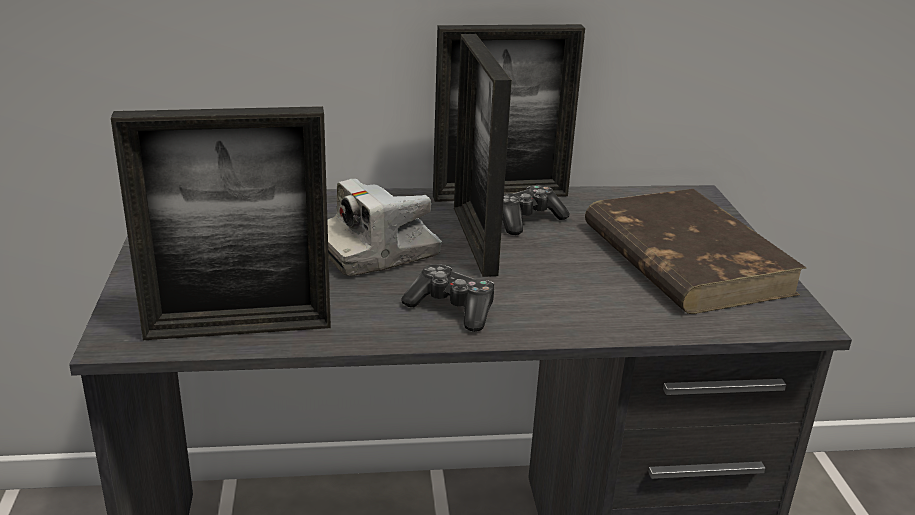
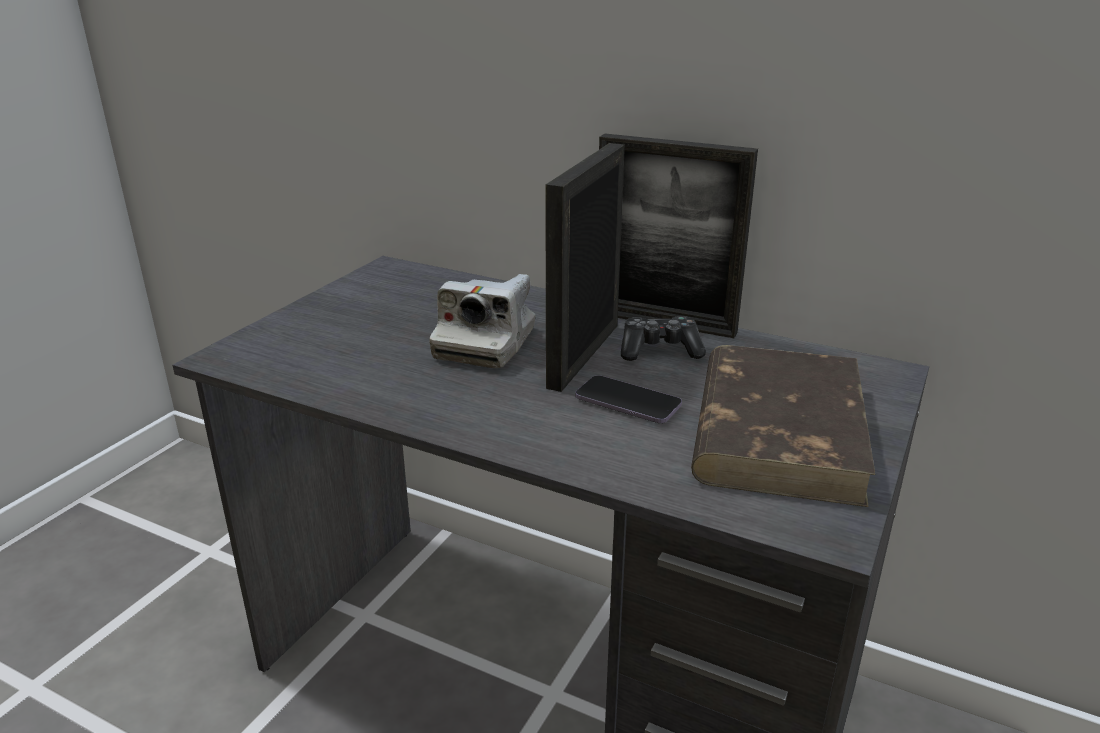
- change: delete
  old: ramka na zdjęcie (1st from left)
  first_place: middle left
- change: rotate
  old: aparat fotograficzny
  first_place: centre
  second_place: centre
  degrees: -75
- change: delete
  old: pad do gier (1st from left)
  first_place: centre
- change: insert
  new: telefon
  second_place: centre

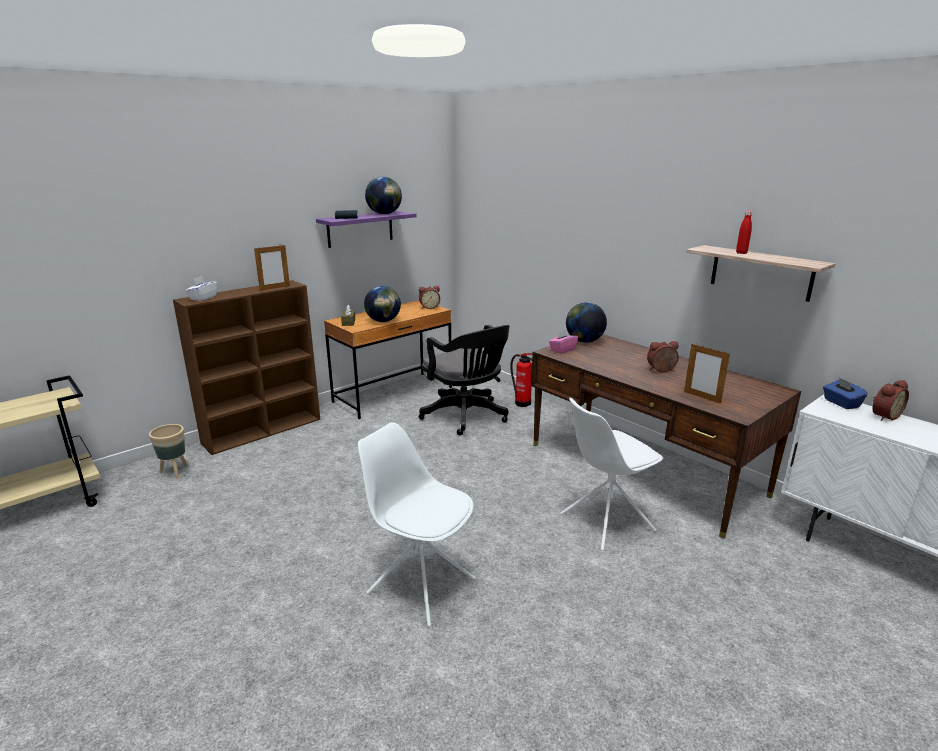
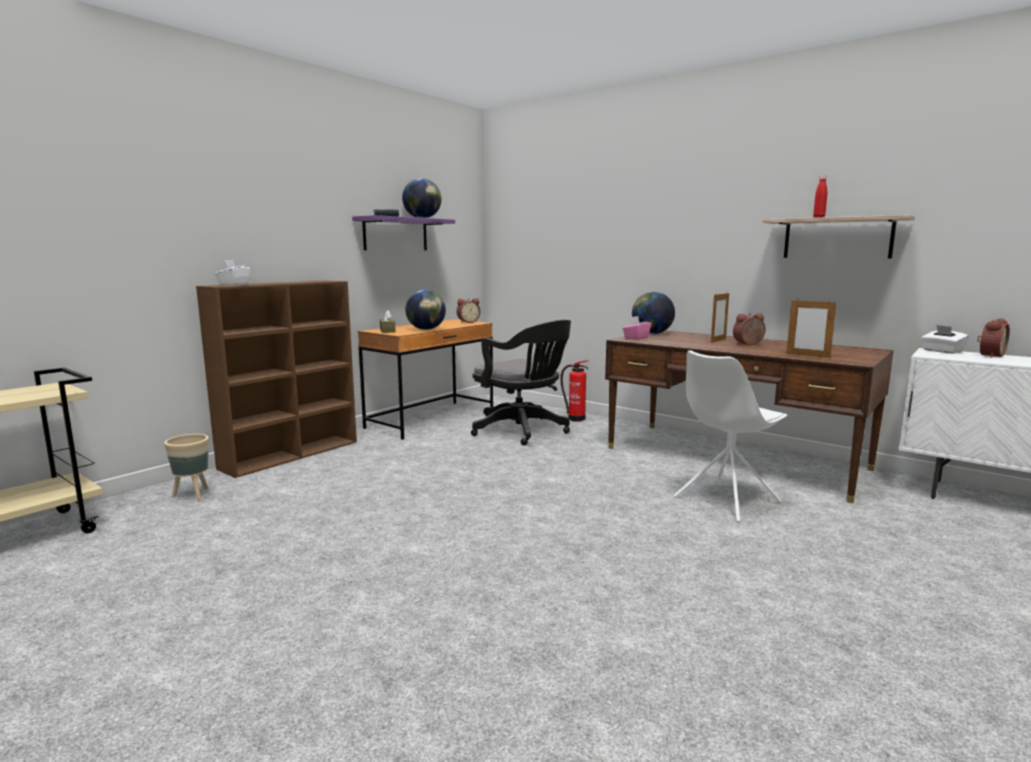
- change: move
  old: ramka na zdjęcie (1st from left)
  first_place: middle left
  second_place: middle right
- change: recolor
  old: pudełko chusteczek (niebieski)
  new: pudełko chusteczek (biały) (2nd from left)
  first_place: middle right
  second_place: middle right
- change: delete
  old: krzesło (biały) (1st from left)
  first_place: bottom centre

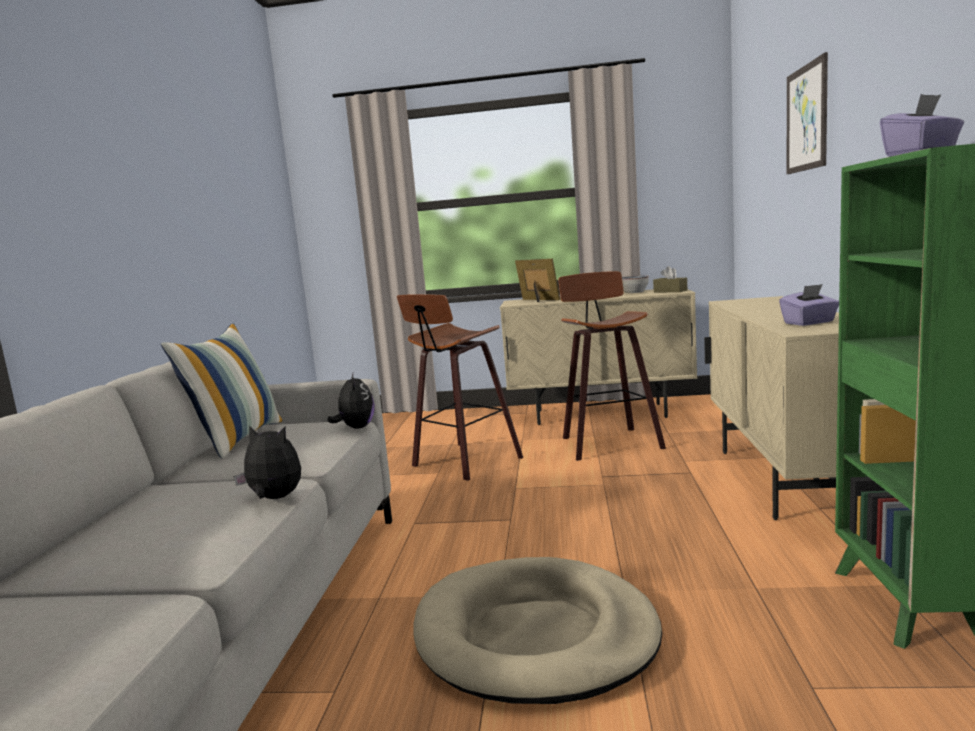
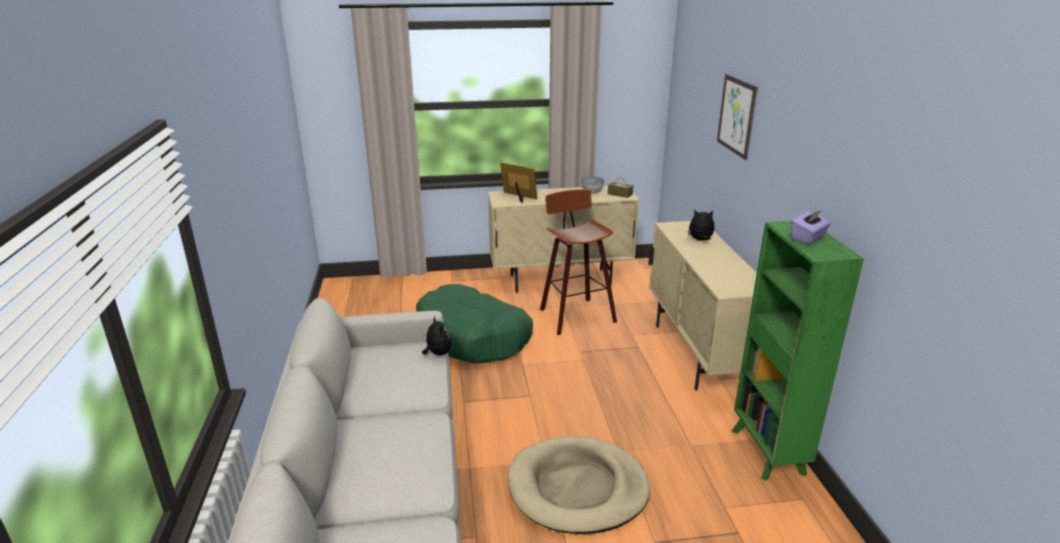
- change: delete
  old: pudełko chusteczek (fioletowy) (1st from left)
  first_place: middle right
- change: replace
  old: stołek (1st from left)
  new: legowisko (zielony)
  first_place: centre
  second_place: centre
- change: delete
  old: poduszka
  first_place: middle left
- change: move
  old: pluszak (1st from left in the first image)
  new: pluszak (2nd from left)
  first_place: middle left
  second_place: centre

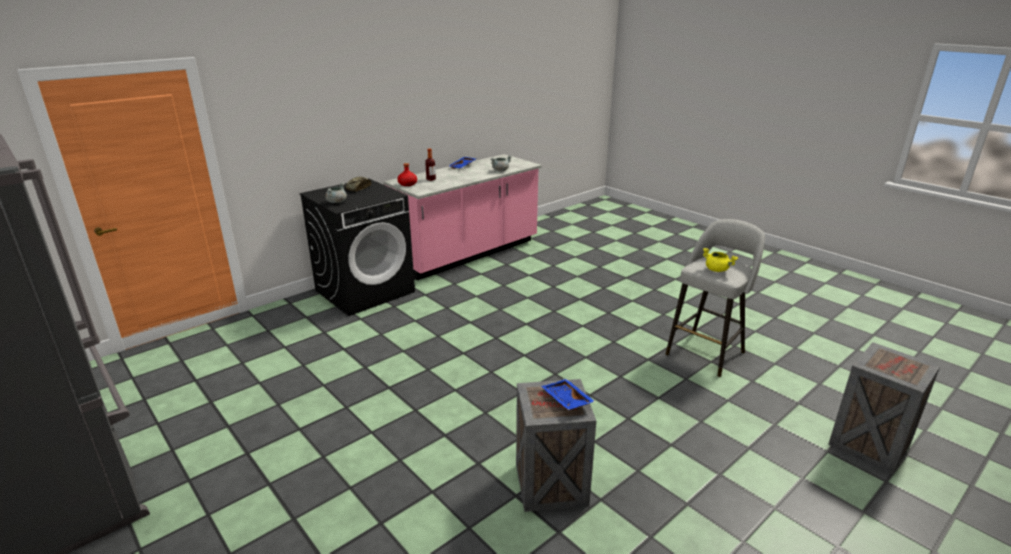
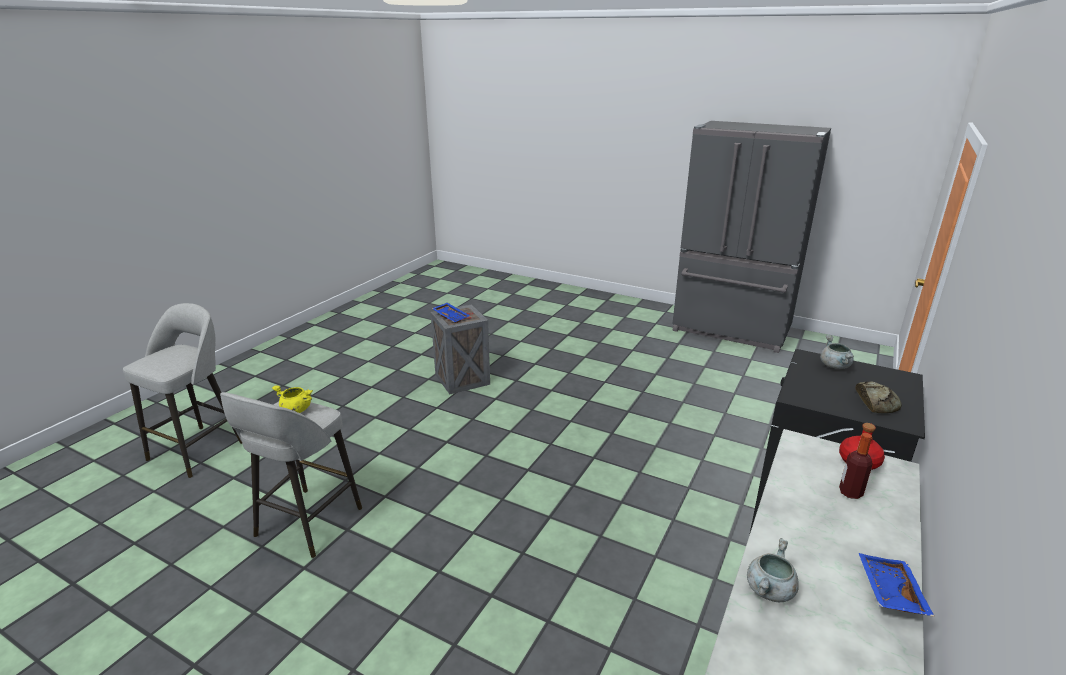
- change: replace
  old: skrzynka (2nd from left)
  new: stołek (szary) (1st from left)
  first_place: bottom right
  second_place: middle left

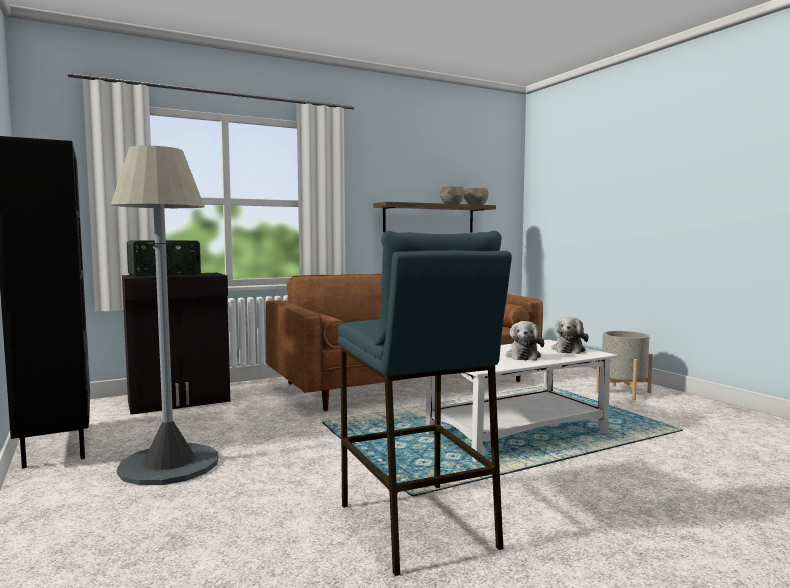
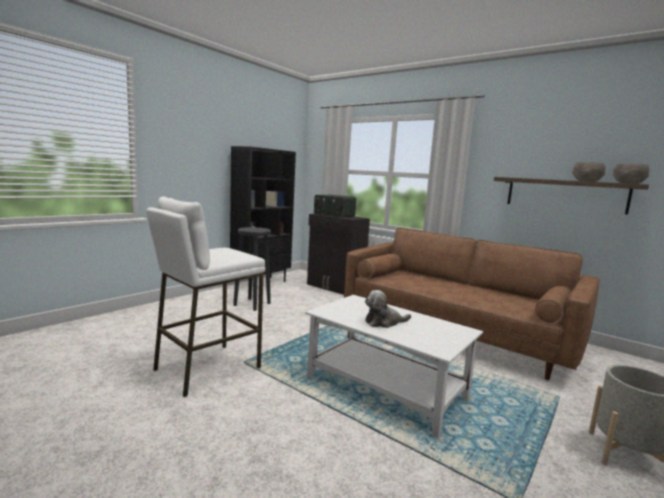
- change: replace
  old: lampa stojąca (szary)
  new: stołek (czarny)
  first_place: middle left
  second_place: centre
- change: recolor
  old: stołek (niebieski)
  new: stołek (biały)
  first_place: bottom centre
  second_place: middle left
- change: delete
  old: pluszak (2nd from left)
  first_place: middle right

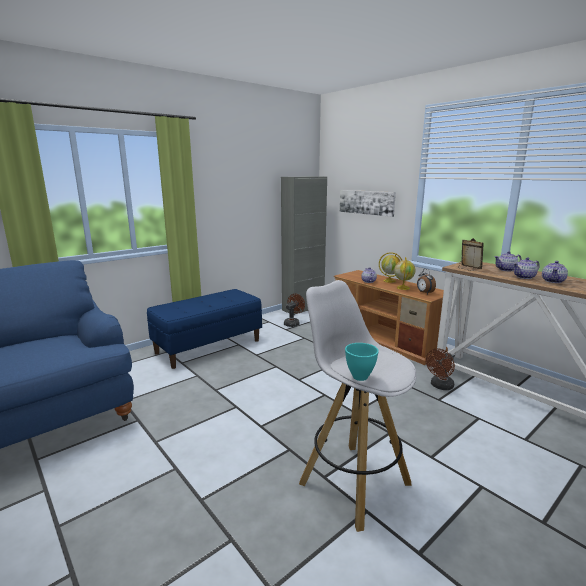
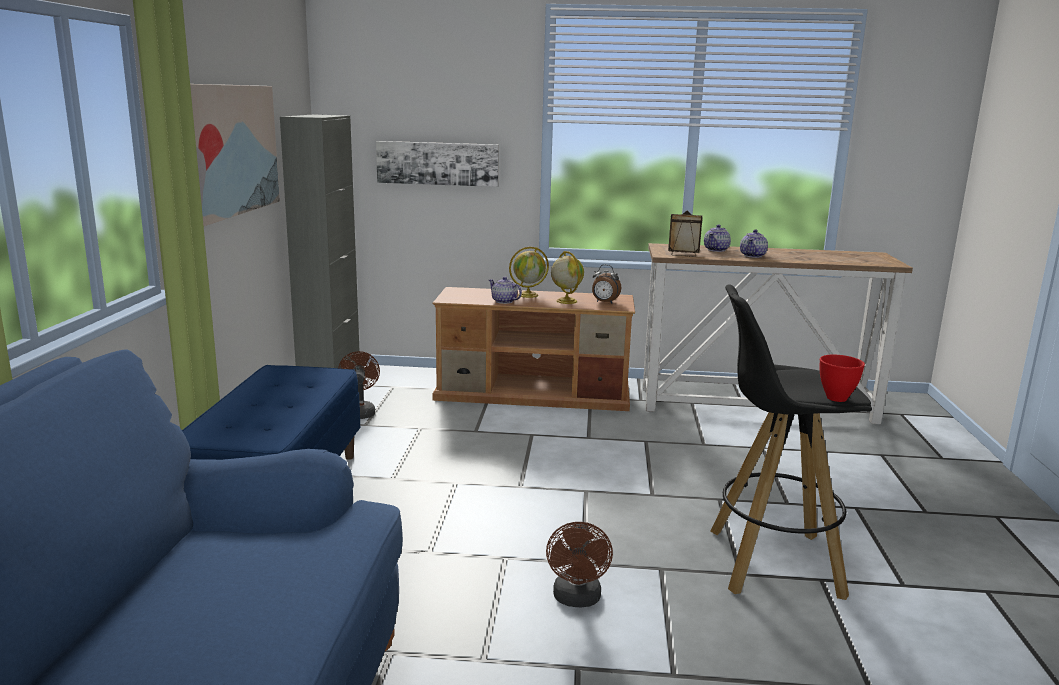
- change: delete
  old: imbryk (4th from left)
  first_place: middle right
- change: recolor
  old: stołek (biały)
  new: stołek (czarny)
  first_place: bottom centre
  second_place: middle right
- change: recolor
  old: miska (turkusowy)
  new: miska (czerwony)
  first_place: centre
  second_place: middle right
- change: move
  old: wentylator (brązowy) (2nd from left)
  first_place: middle right
  second_place: bottom centre
- change: insert
  new: obraz (1st from left)
  second_place: top left

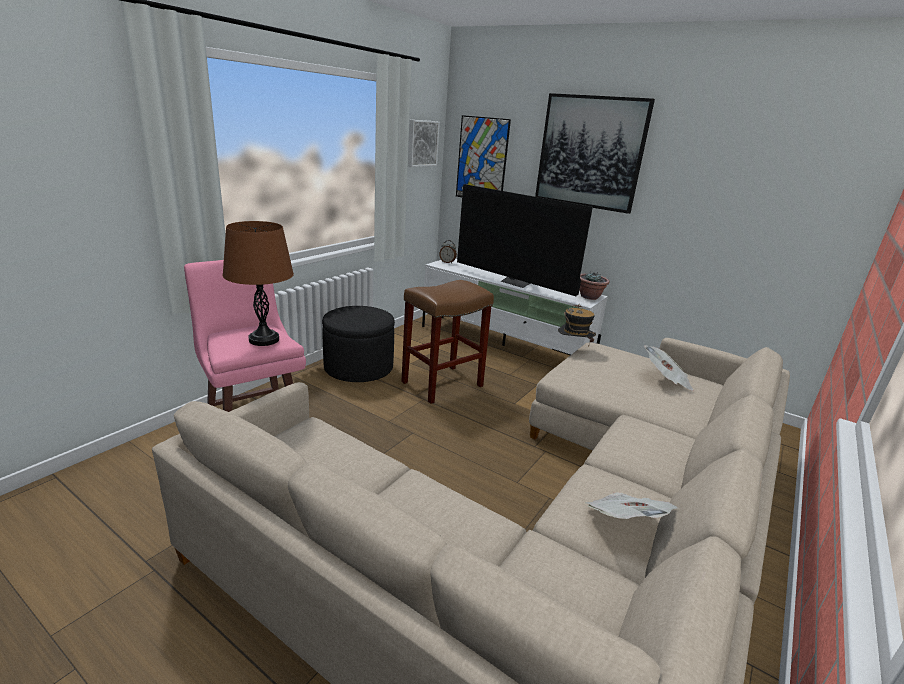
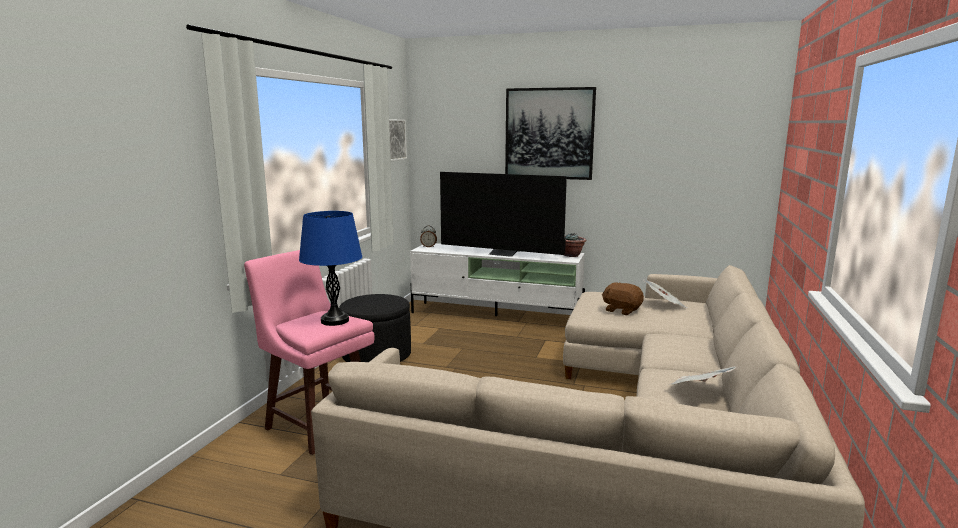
- change: delete
  old: obraz (2nd from left)
  first_place: top centre
- change: recolor
  old: lampa stołowa (brązowy)
  new: lampa stołowa (niebieski)
  first_place: middle left
  second_place: centre
- change: delete
  old: stołek (brązowy)
  first_place: centre
- change: delete
  old: kapelusz
  first_place: centre
- change: insert
  new: pluszak (brązowy)
  second_place: centre

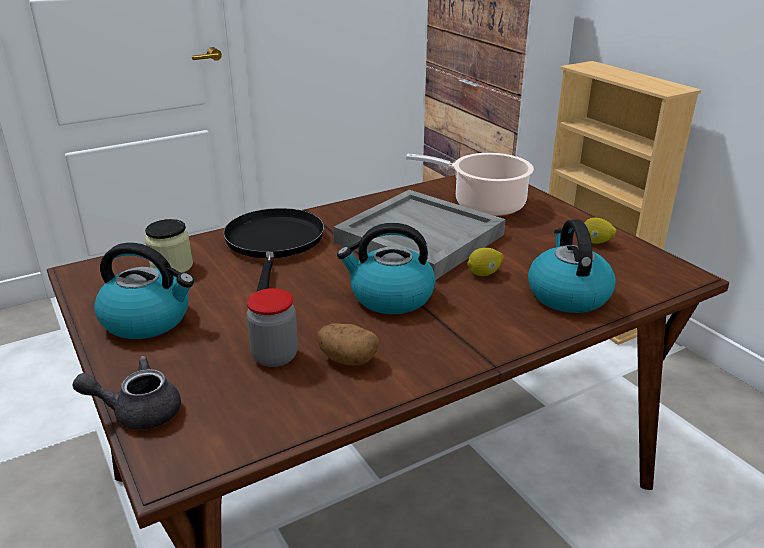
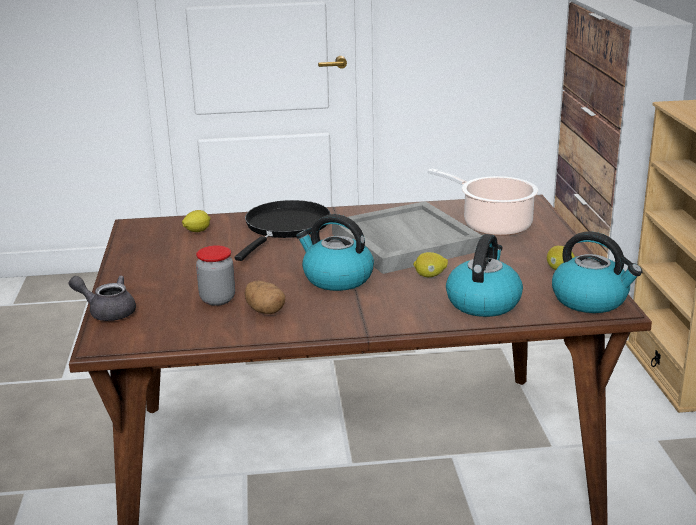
- change: replace
  old: słoik (1st from left)
  new: cytryna (1st from left)
  first_place: middle left
  second_place: middle left
- change: move
  old: czajnik (1st from left in the first image)
  new: czajnik (3rd from left)
  first_place: middle left
  second_place: middle right

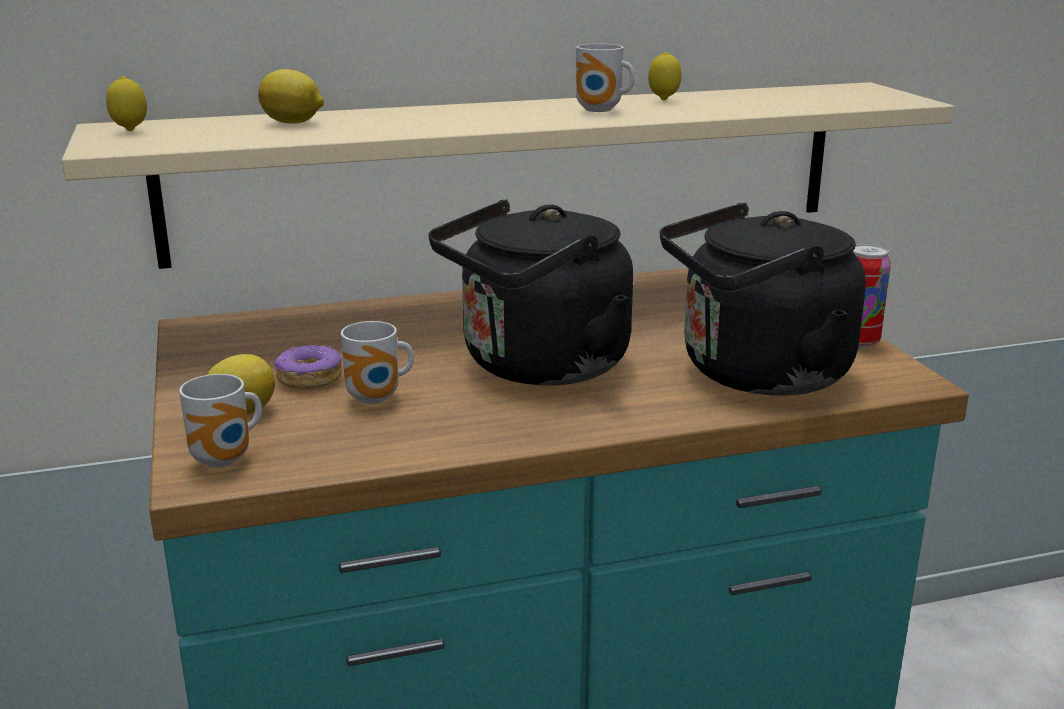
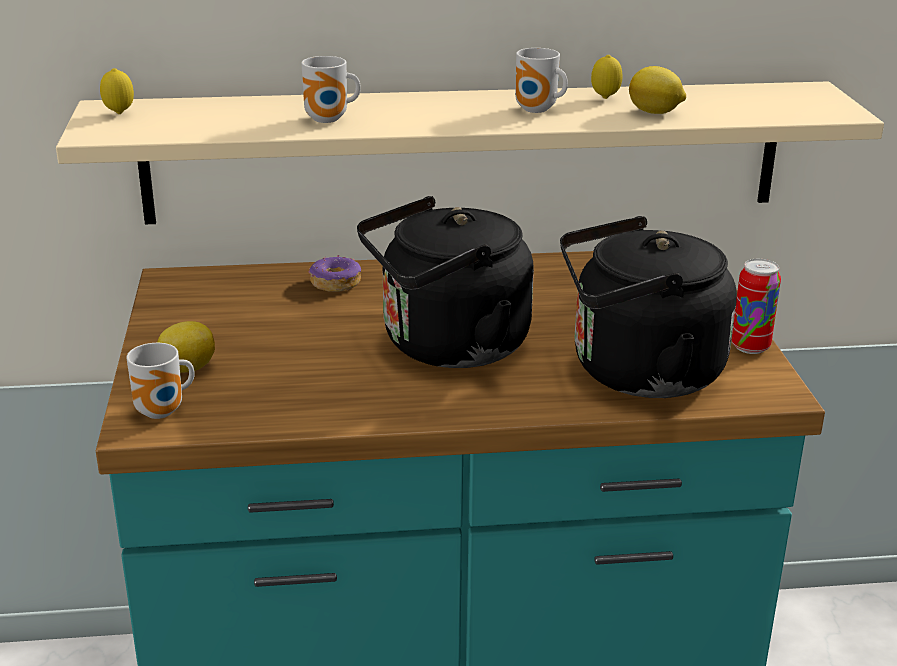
- change: move
  old: cytryna (3rd from left in the first image)
  new: cytryna (4th from left)
  first_place: top left
  second_place: top right
- change: move
  old: kubek (2nd from left)
  first_place: centre
  second_place: top centre
- change: move
  old: donut
  first_place: middle left
  second_place: centre

